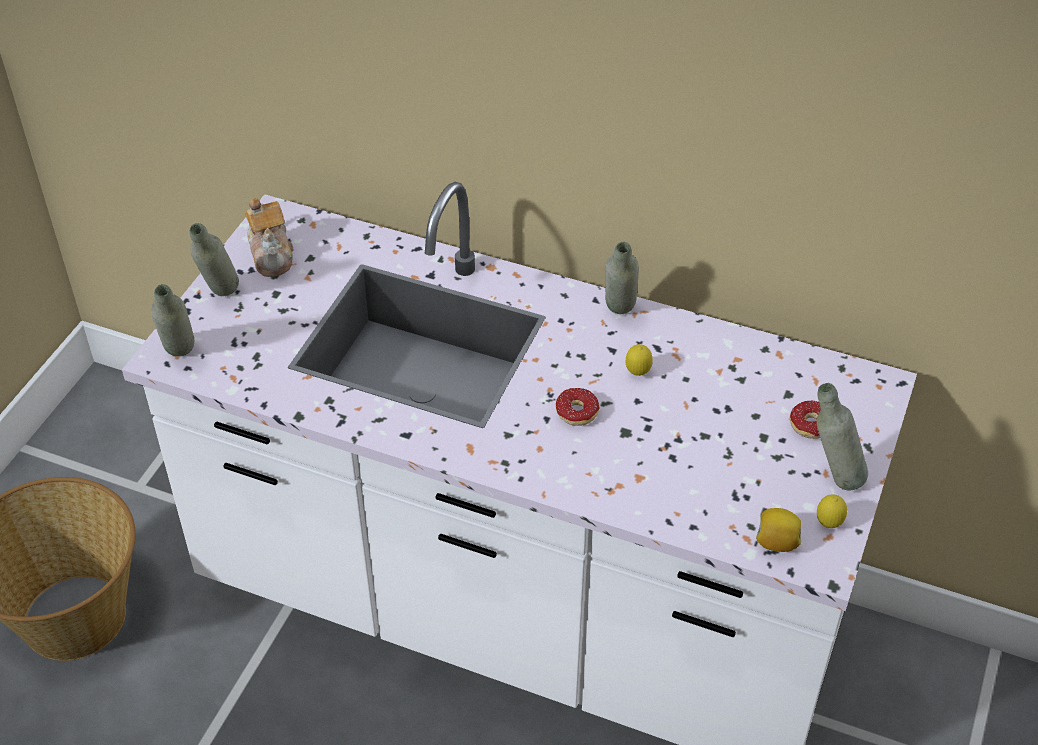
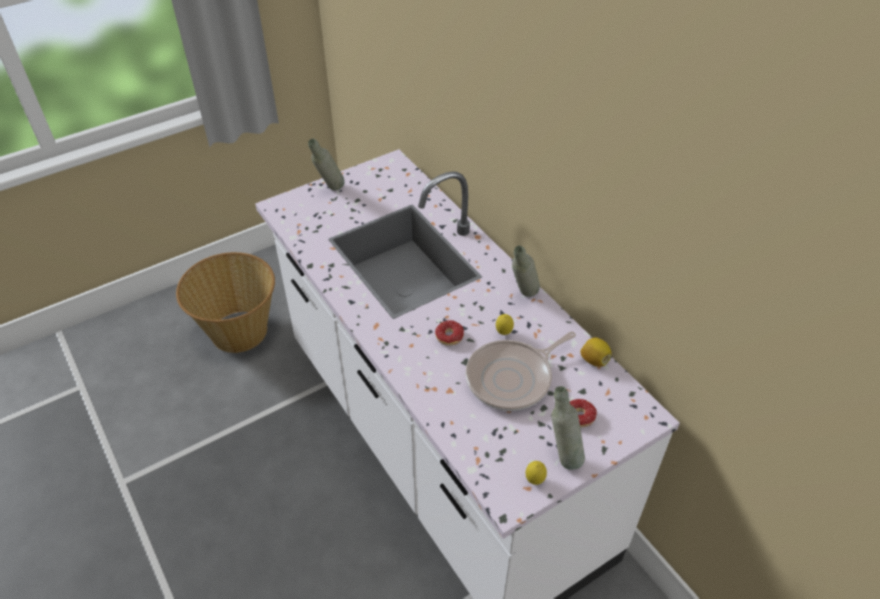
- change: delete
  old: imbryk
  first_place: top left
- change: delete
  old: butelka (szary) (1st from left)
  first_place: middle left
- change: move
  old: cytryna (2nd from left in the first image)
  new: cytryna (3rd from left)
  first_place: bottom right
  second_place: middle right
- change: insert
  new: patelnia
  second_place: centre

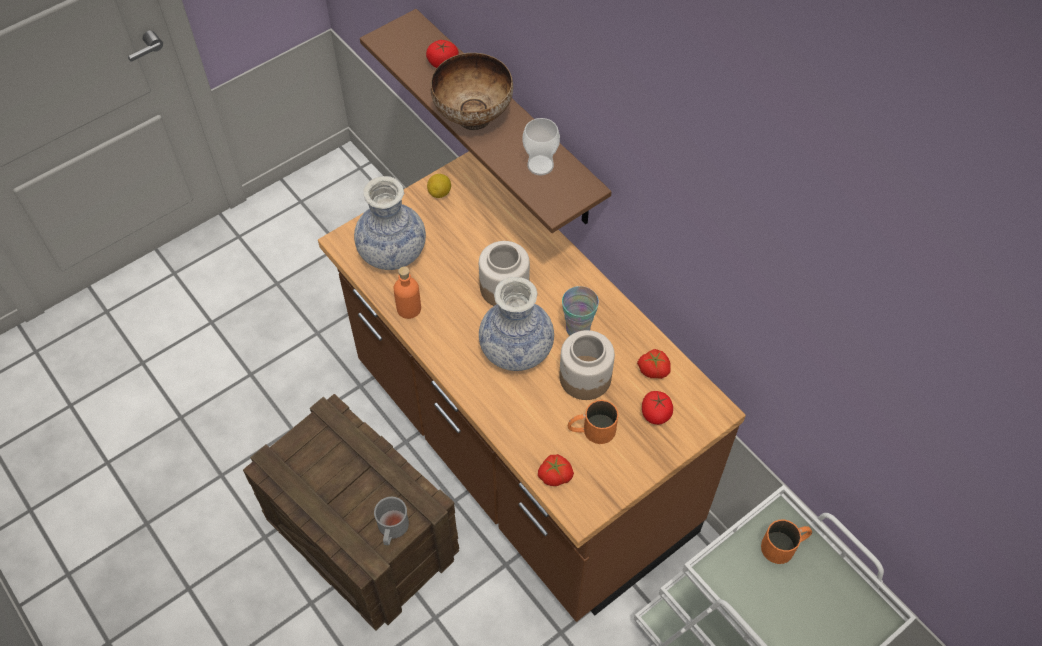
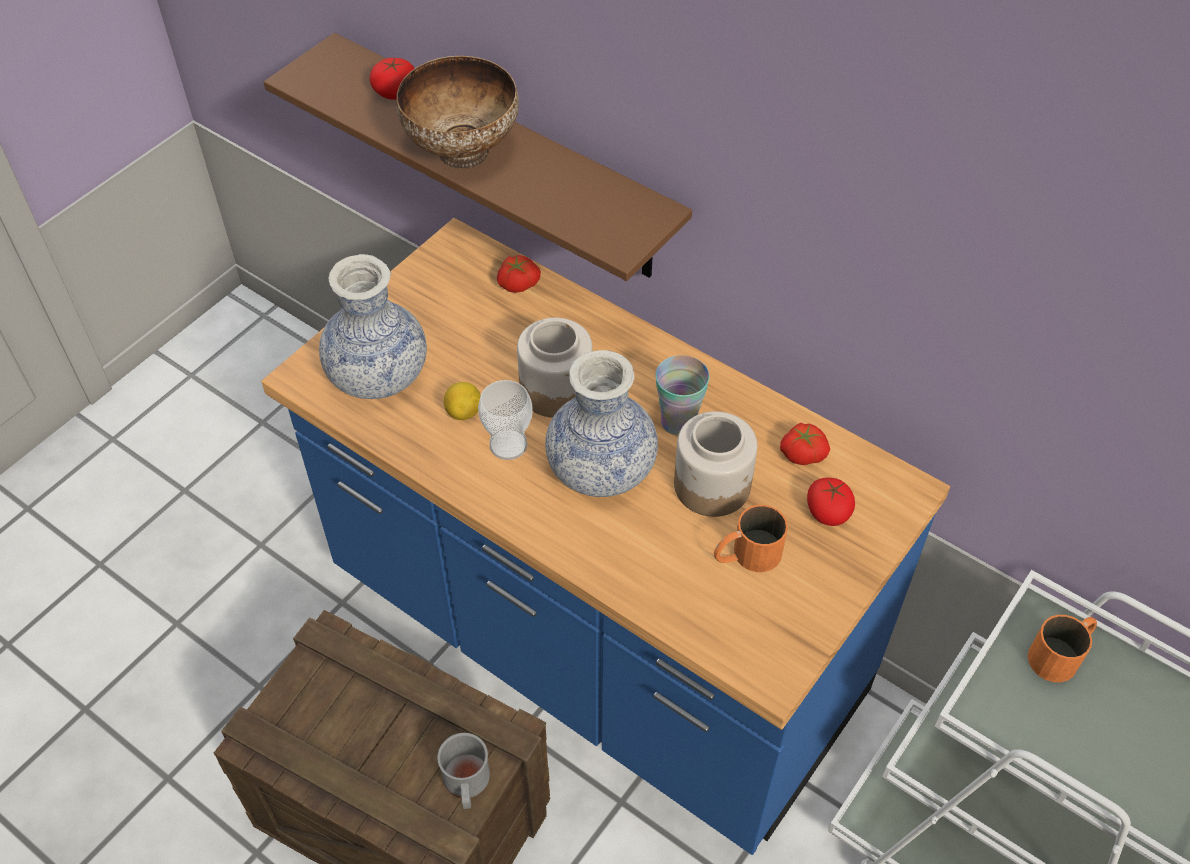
- change: move
  old: filiżanka (1st from left)
  first_place: top centre
  second_place: centre
- change: recolor
  old: zabudowa kuchenna (brązowy)
  new: zabudowa kuchenna (niebieski)
  first_place: centre
  second_place: centre
- change: move
  old: cytryna
  first_place: top centre
  second_place: centre
- change: delete
  old: butelka (pomarańczowy)
  first_place: centre
- change: move
  old: pomidor (2nd from left)
  first_place: bottom centre
  second_place: top centre

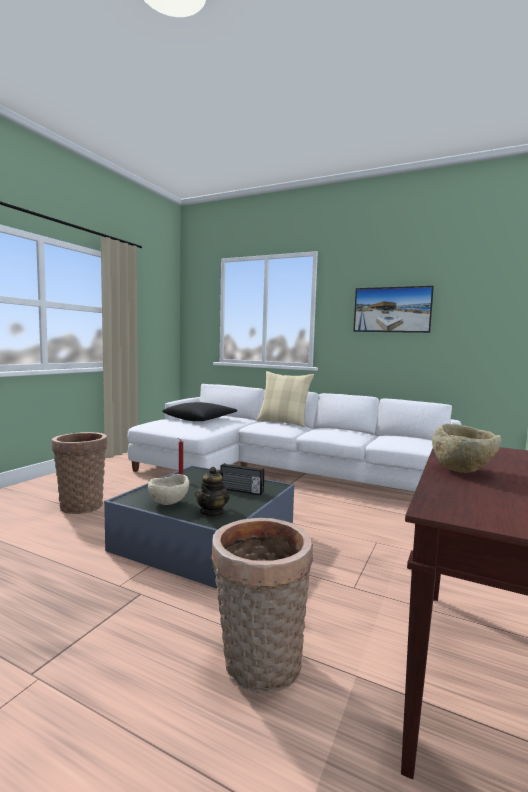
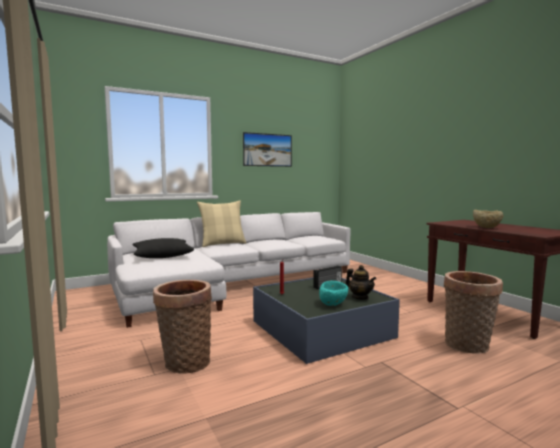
- change: recolor
  old: miska (beżowy) (1st from left)
  new: miska (turkusowy)
  first_place: middle left
  second_place: centre

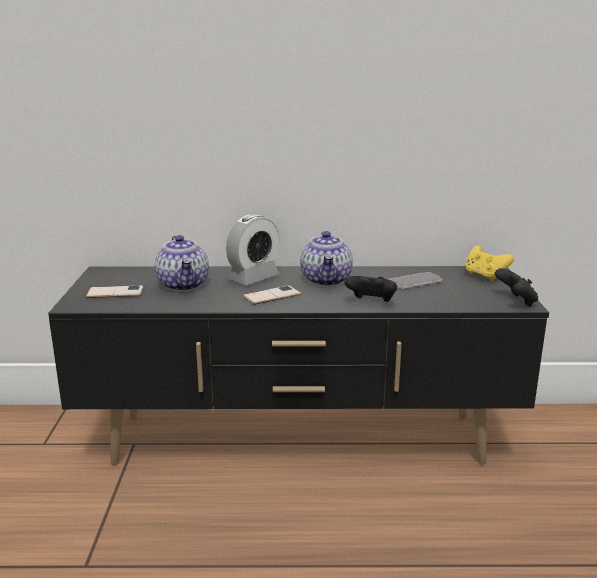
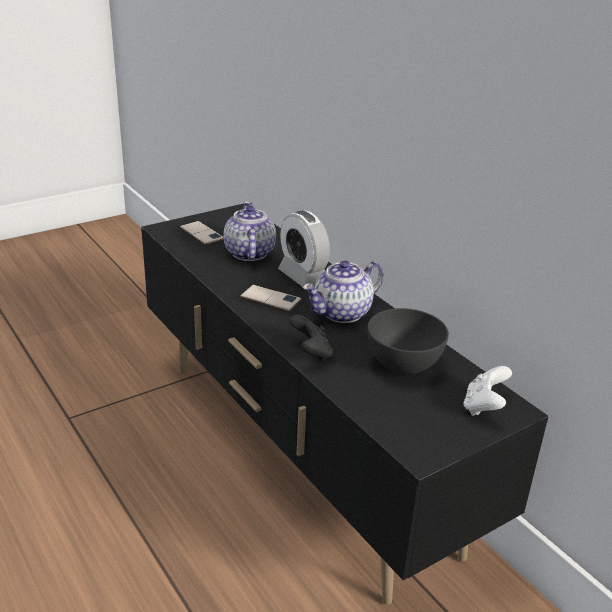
- change: rotate
  old: budzik
  first_place: centre
  second_place: centre
  degrees: 45
- change: rotate
  old: imbryk (1st from left)
  first_place: middle left
  second_place: centre
  degrees: 135
- change: recolor
  old: pad do gier (żółty)
  new: pad do gier (biały)
  first_place: middle right
  second_place: middle right
- change: delete
  old: pad do gier (czarny) (2nd from left)
  first_place: middle right
- change: replace
  old: telefon (3rd from left)
  new: miska (szary)
  first_place: middle right
  second_place: middle right

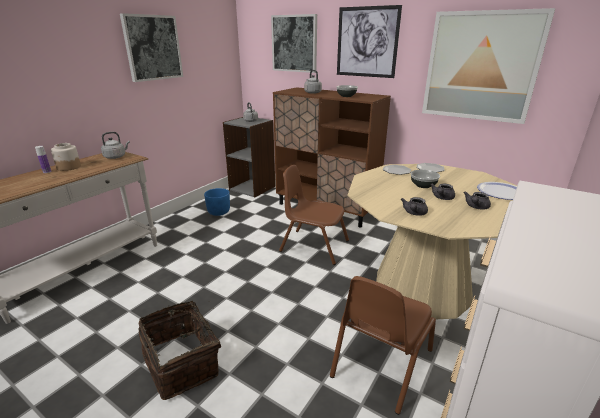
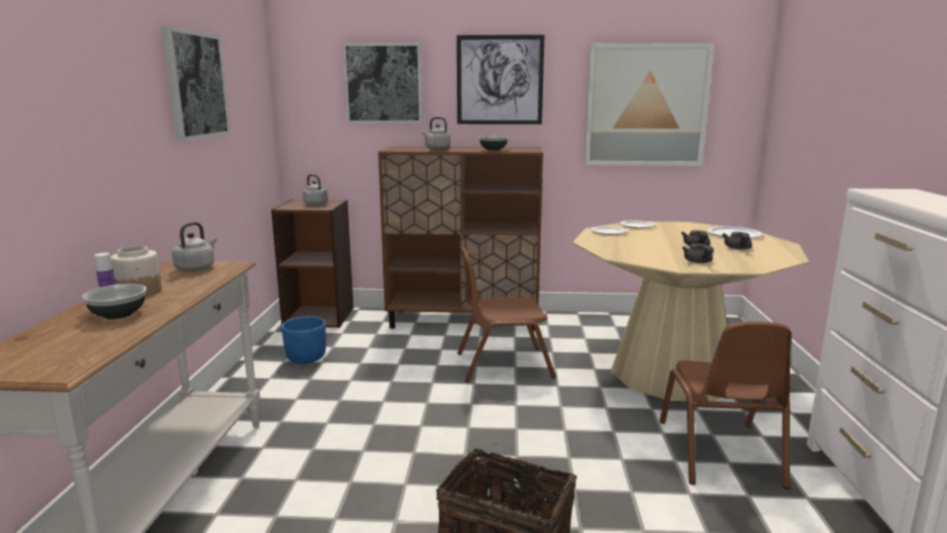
- change: recolor
  old: regał (szary)
  new: regał (brązowy)
  first_place: centre
  second_place: middle left
- change: move
  old: miska (2nd from left in the first image)
  new: miska (1st from left)
  first_place: middle right
  second_place: middle left

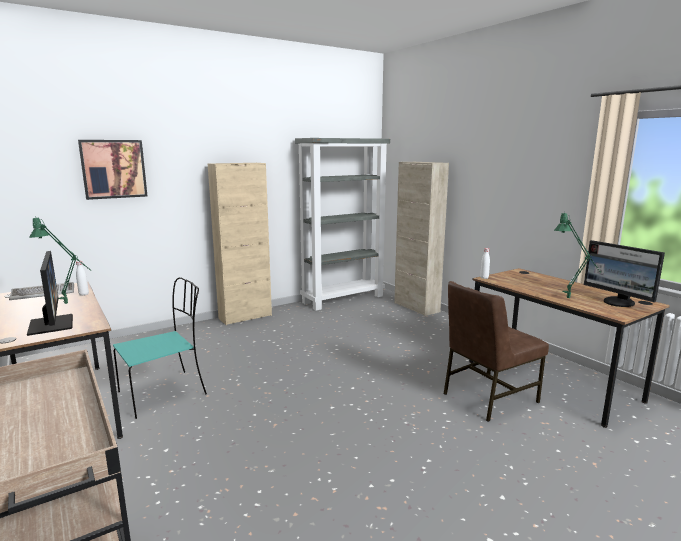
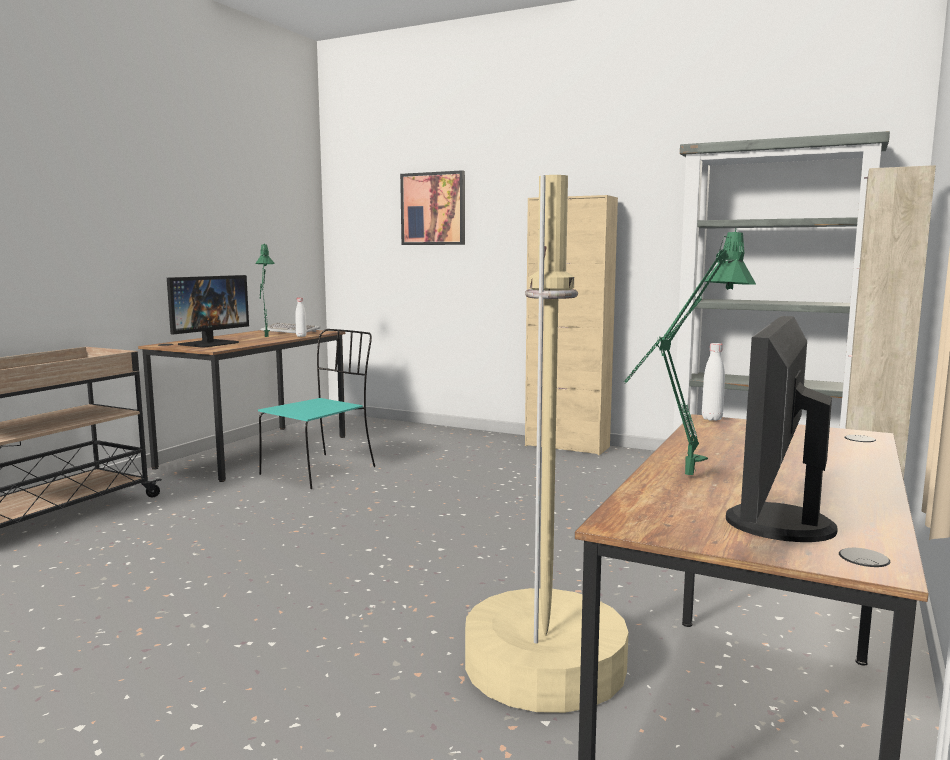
- change: rotate
  old: krzesło (turkusowy)
  first_place: middle left
  second_place: middle left
  degrees: -75
- change: replace
  old: krzesło (brązowy)
  new: lampa stojąca (beżowy)
  first_place: middle right
  second_place: centre

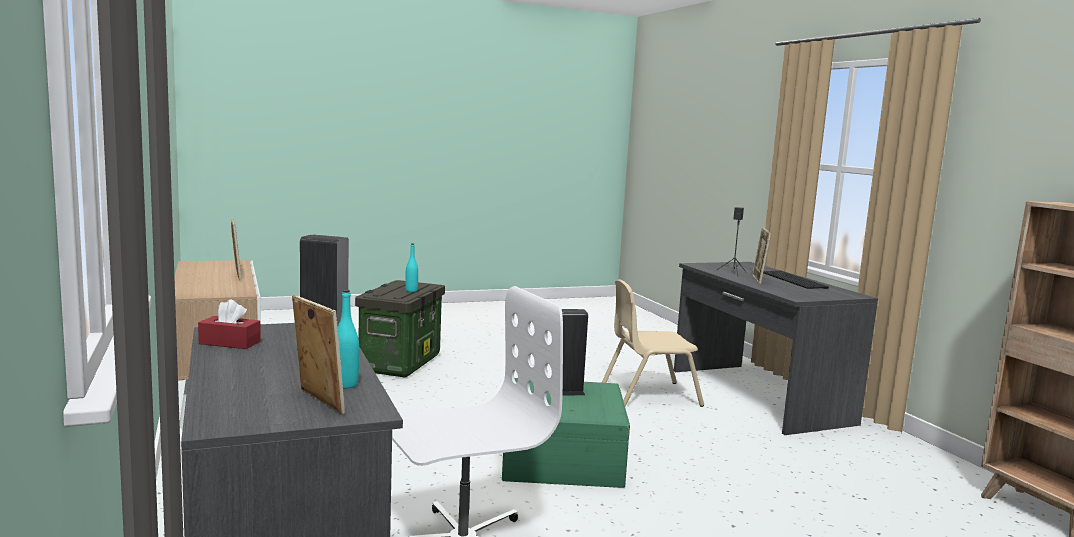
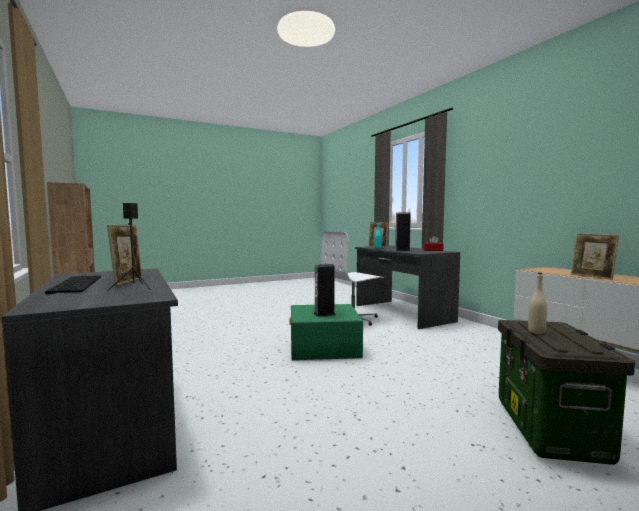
- change: recolor
  old: butelka (turkusowy) (2nd from left)
  new: butelka (beżowy)
  first_place: centre
  second_place: middle right
- change: delete
  old: krzesło (beżowy)
  first_place: centre

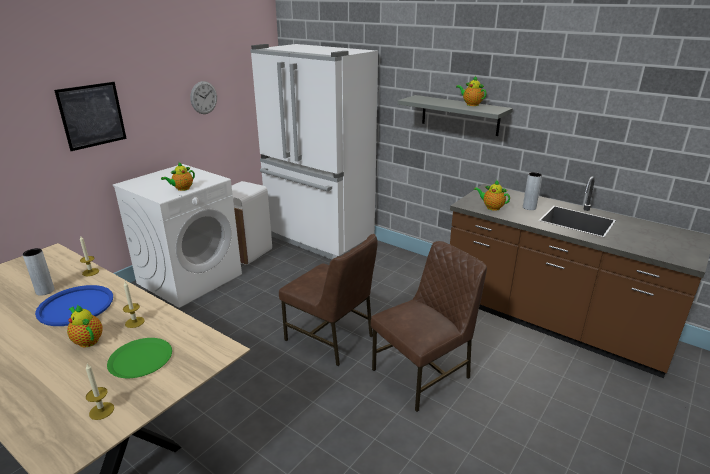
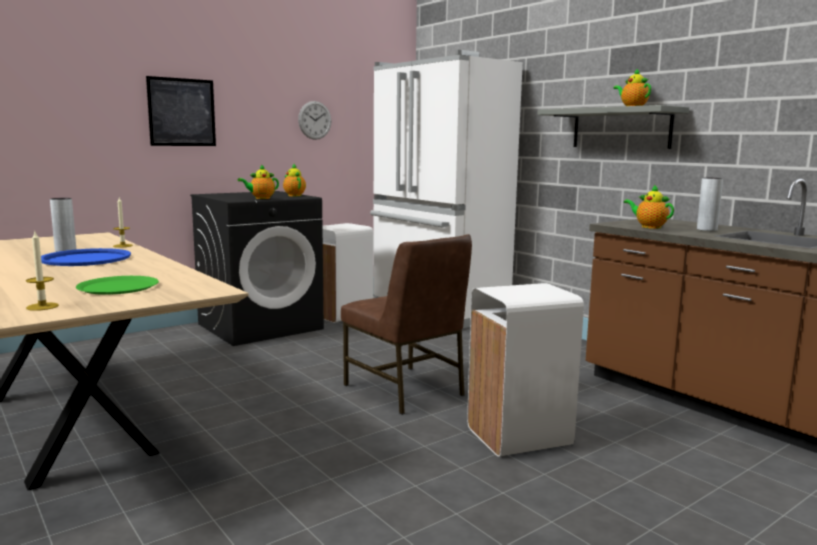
- change: recolor
  old: pralka (biały)
  new: pralka (czarny)
  first_place: middle left
  second_place: middle left
- change: replace
  old: krzesło (brązowy) (2nd from left)
  new: kosz na śmieci (biały) (2nd from left)
  first_place: bottom centre
  second_place: bottom centre
- change: delete
  old: świeca (3rd from left)
  first_place: middle left
- change: move
  old: imbryk (1st from left in the first image)
  new: imbryk (2nd from left)
  first_place: bottom left
  second_place: top centre

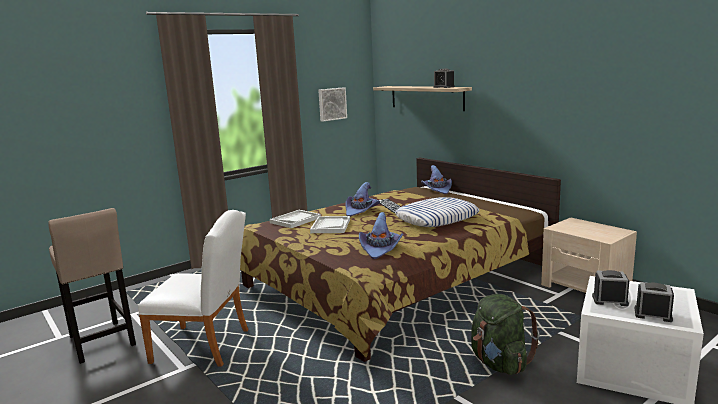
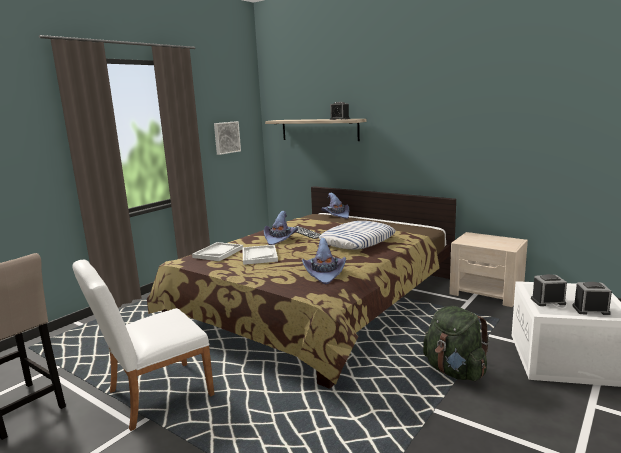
- change: rotate
  old: krzesło (biały)
  first_place: bottom left
  second_place: bottom left
  degrees: 150

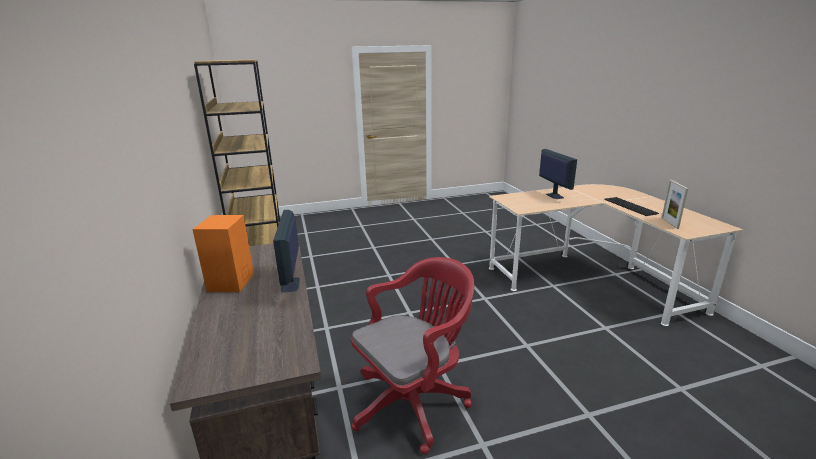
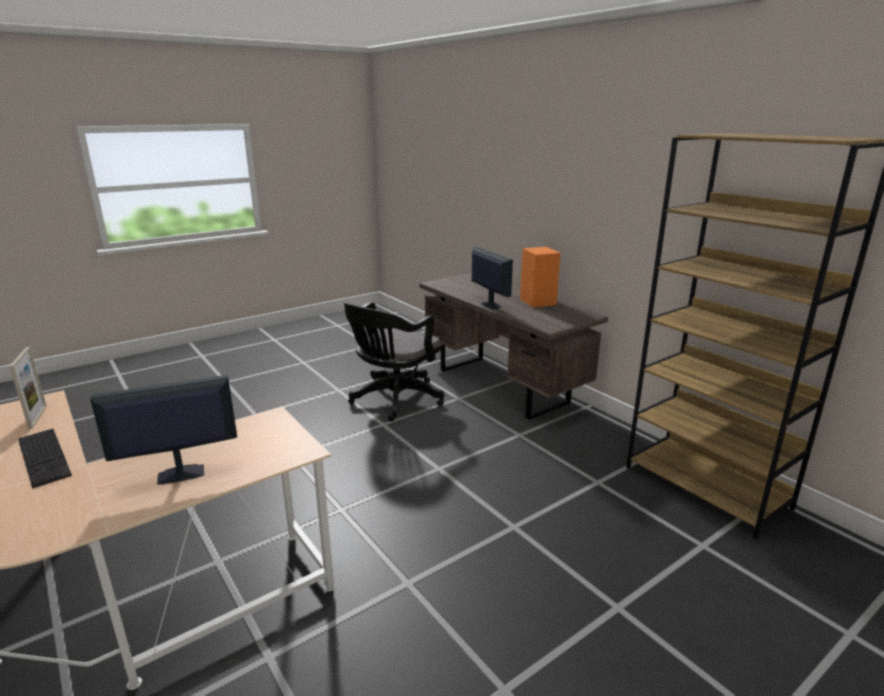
- change: rotate
  old: monitor (2nd from left in the first image)
  first_place: middle right
  second_place: middle left
  degrees: 105
- change: recolor
  old: krzesło biurowe (czerwony)
  new: krzesło biurowe (czarny)
  first_place: bottom centre
  second_place: centre

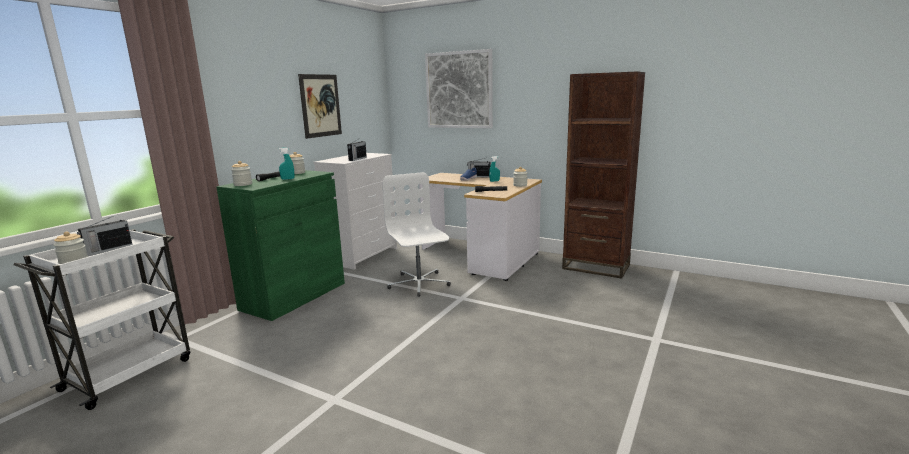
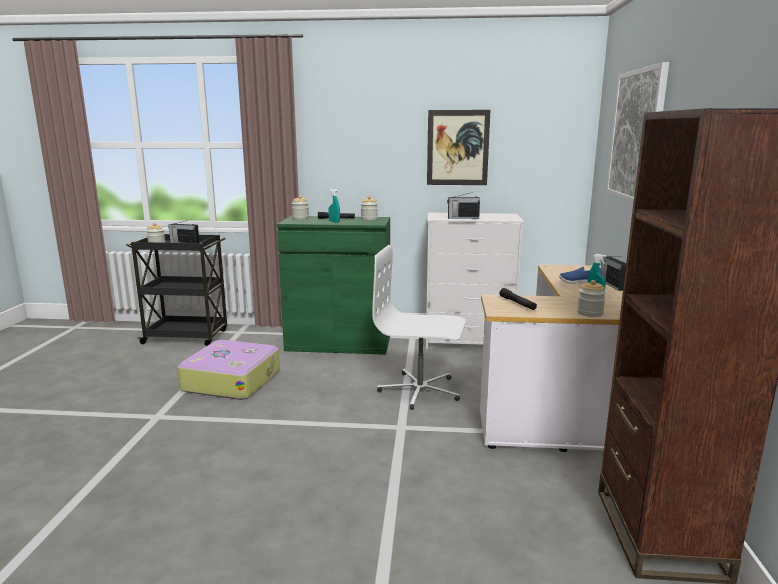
- change: rotate
  old: krzesło biurowe (biały)
  first_place: centre
  second_place: centre
  degrees: -120
- change: recolor
  old: wózek (biały)
  new: wózek (czarny)
  first_place: bottom left
  second_place: middle left
- change: insert
  new: walizka
  second_place: middle left

